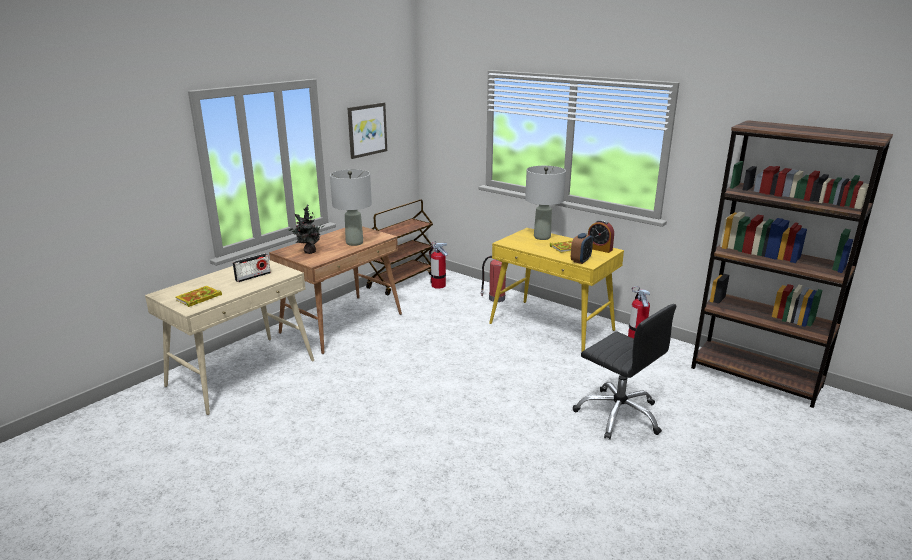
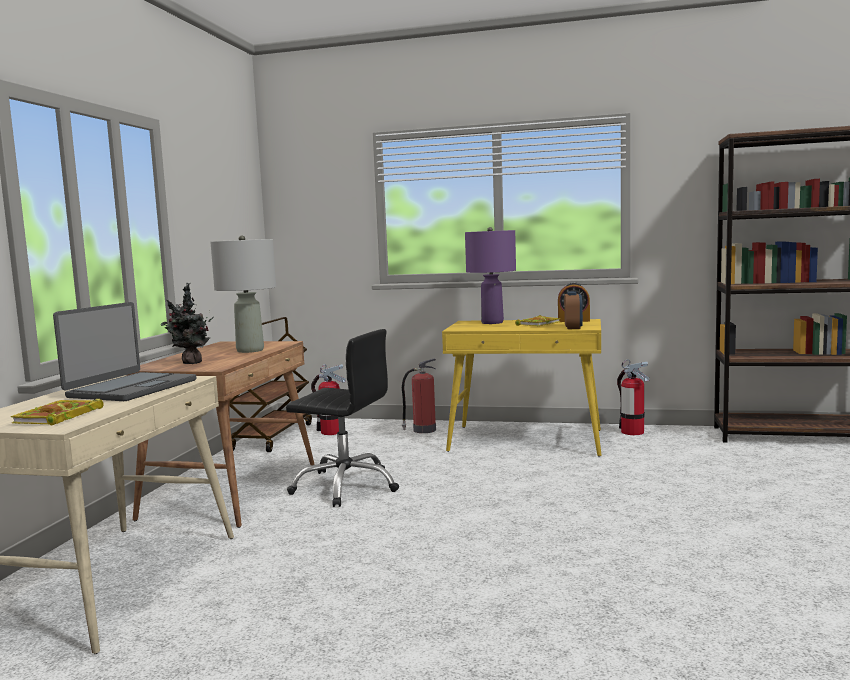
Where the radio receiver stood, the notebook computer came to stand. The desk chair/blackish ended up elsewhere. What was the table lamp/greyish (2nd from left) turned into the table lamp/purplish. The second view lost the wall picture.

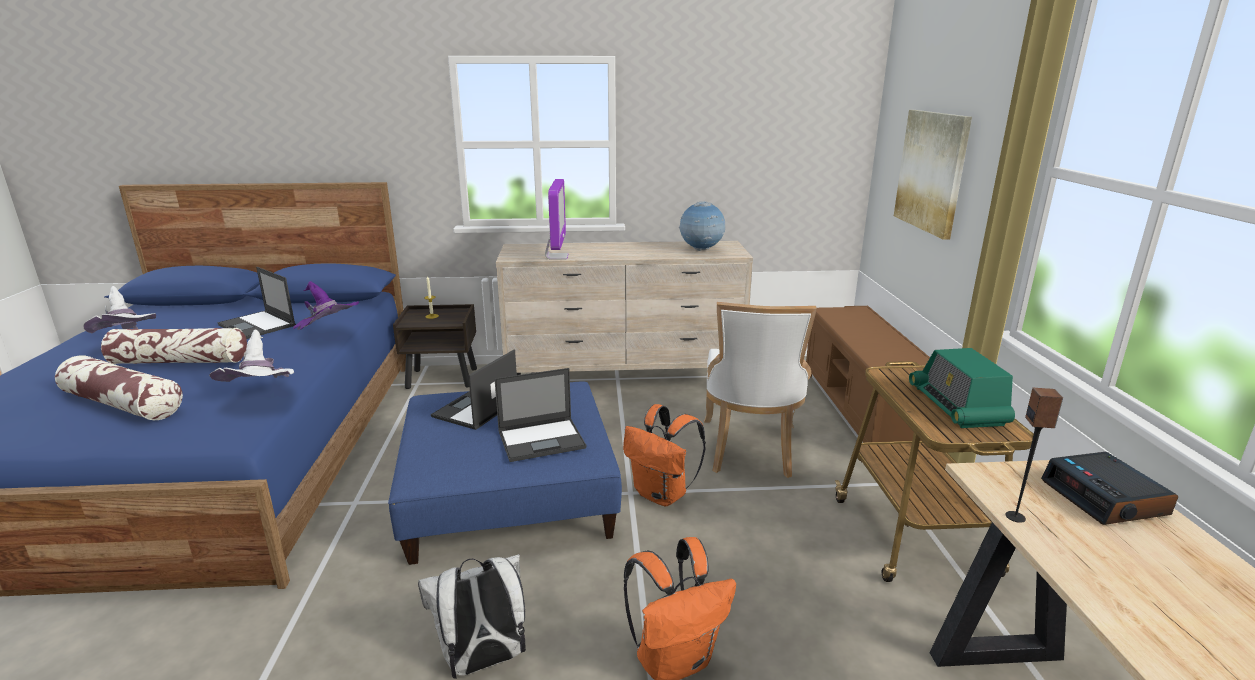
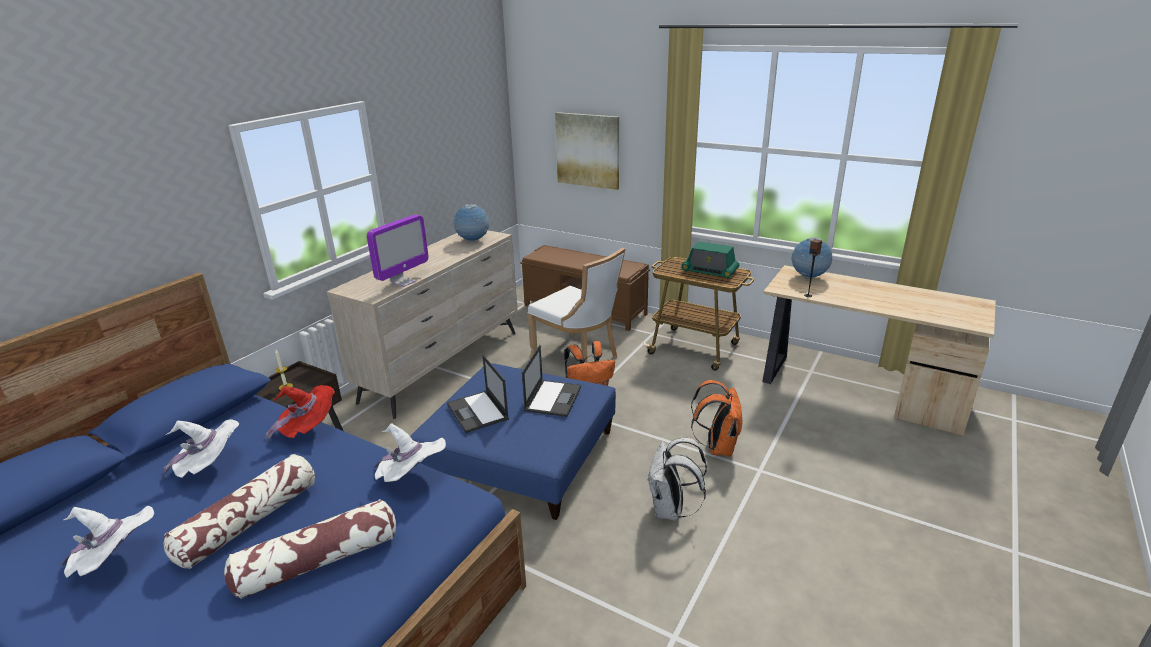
Where the notebook computer (1st from left) stood, the wearable hat/whitish (2nd from left) came to stand. What was the wearable hat/purplish turned into the wearable hat/red-coloured. The monitor ended up facing another way, 90 degrees clockwise from before. Where the table clock stood, the desk globe (2nd from left) came to stand.

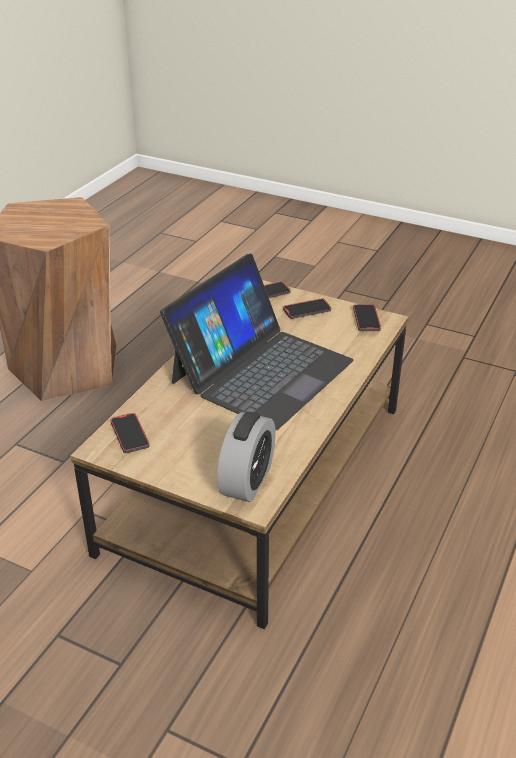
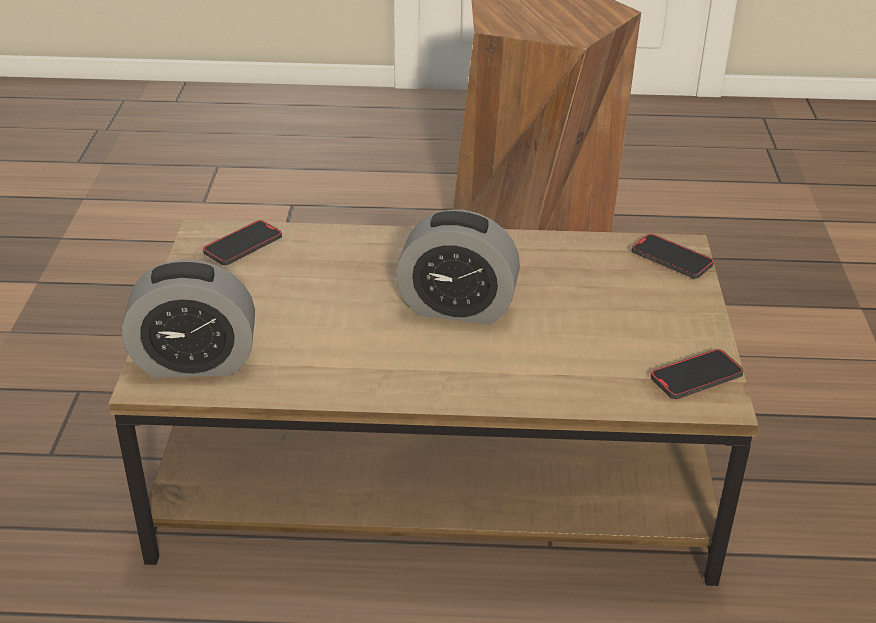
Where the notebook computer stood, the table clock (2nd from left) came to stand. The second view lost the handset (3rd from left).

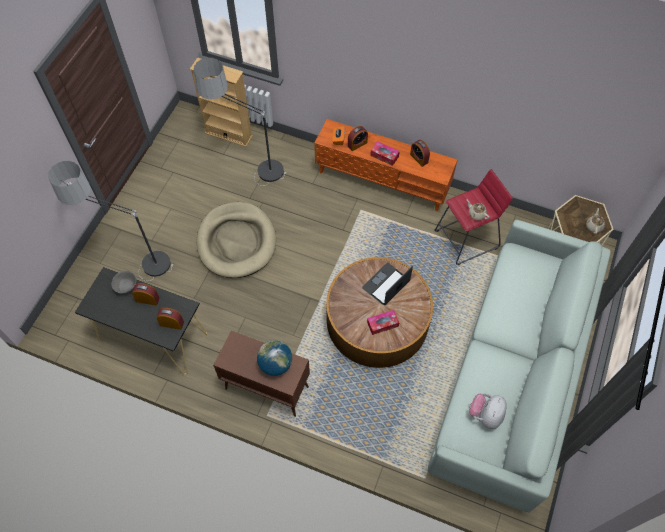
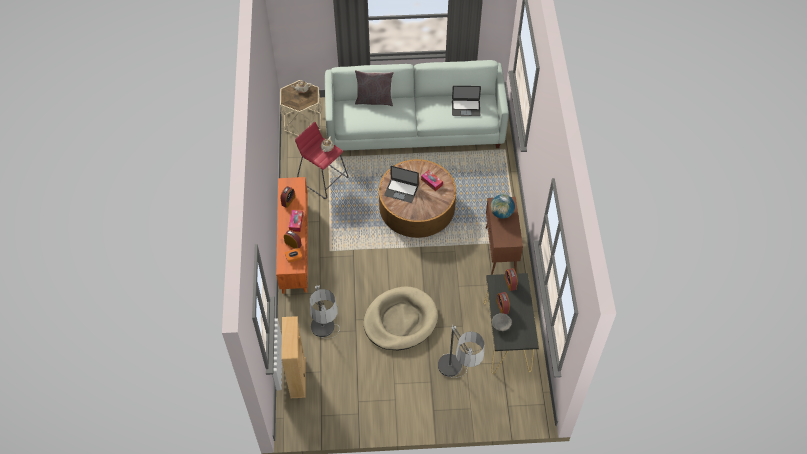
The second view gained the pillow/greyish. Where the cuddly toy stood, the notebook computer (2nd from left) came to stand.

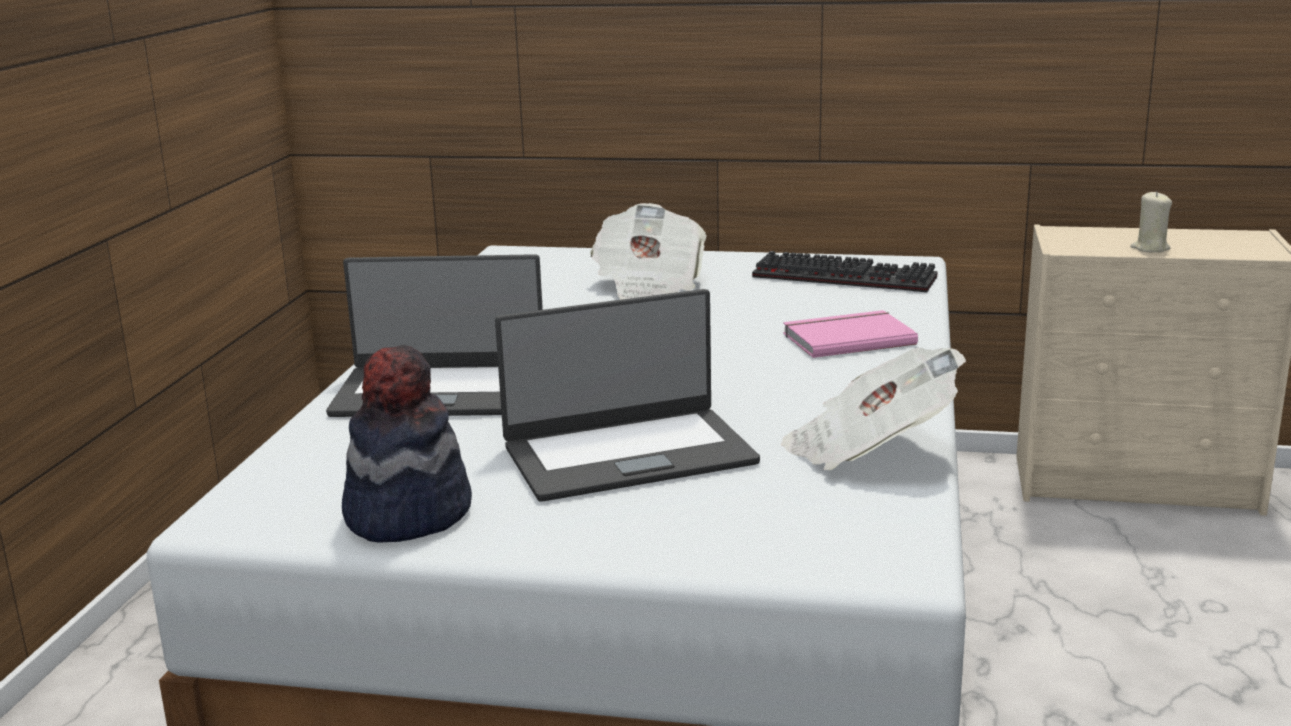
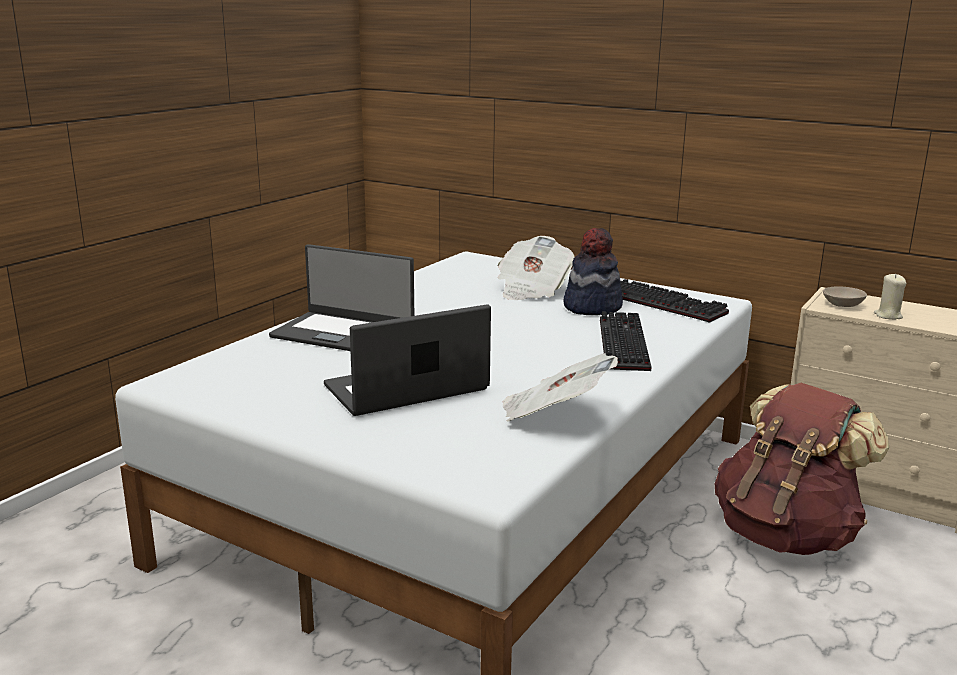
The notebook computer (2nd from left) ended up facing another way, 150 degrees clockwise from before. The wearable hat ended up elsewhere. Where the volume/pinkish stood, the keyboard (1st from left) came to stand. The second view gained the rucksack/brown-coloured. The second view gained the serving bowl/sand-coloured.

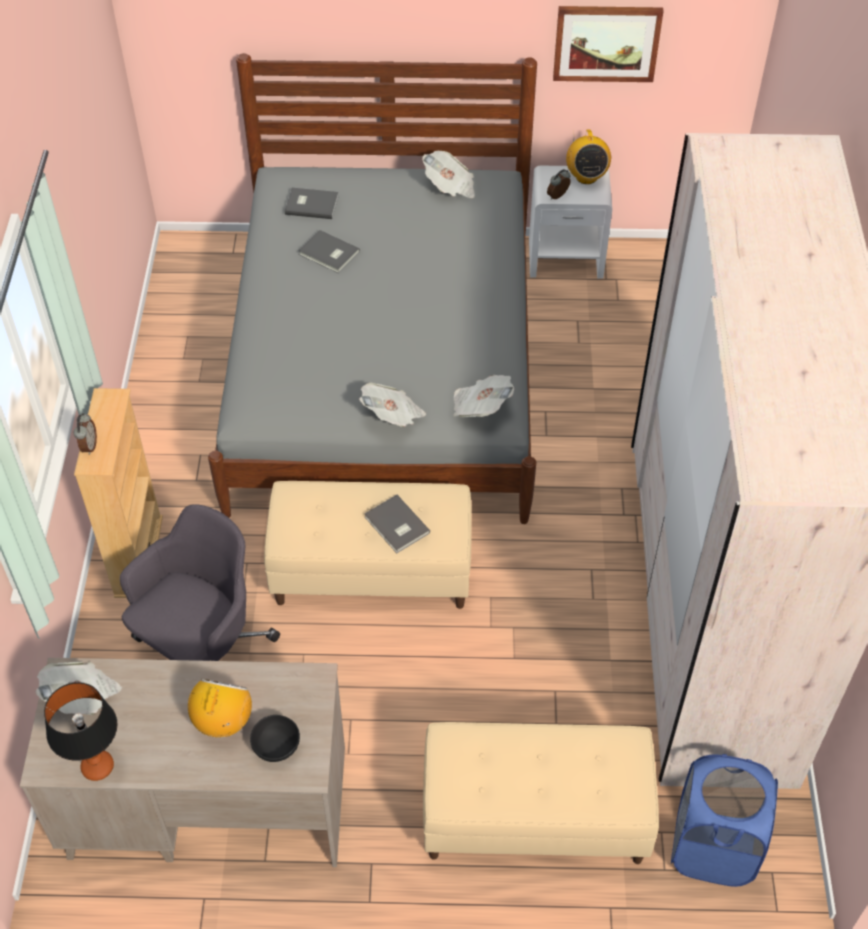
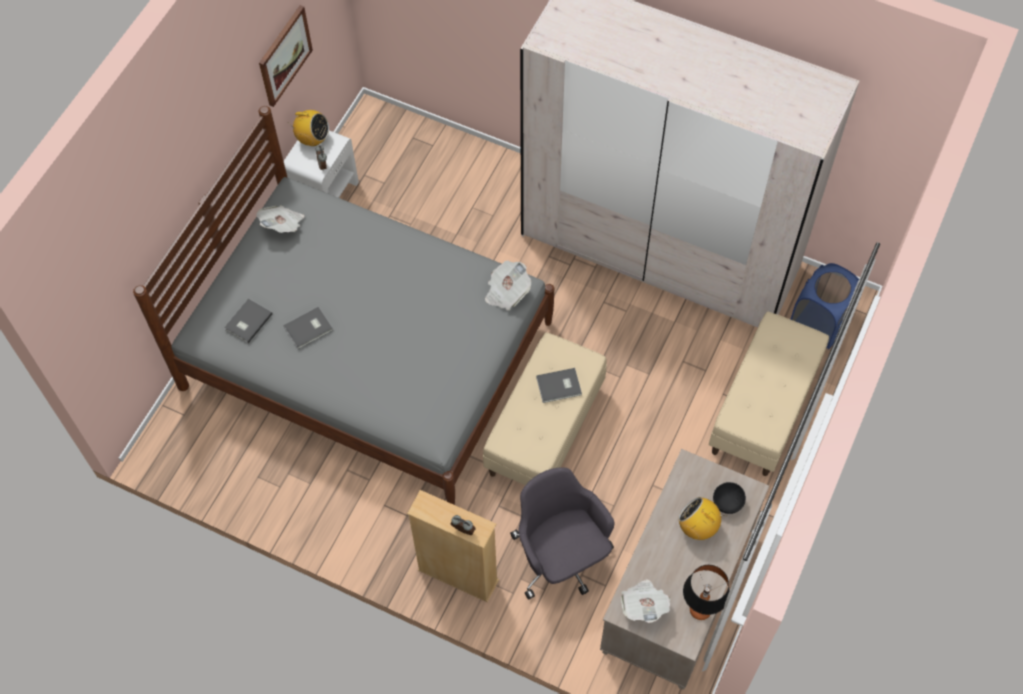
The second view lost the printed paper (2nd from left).

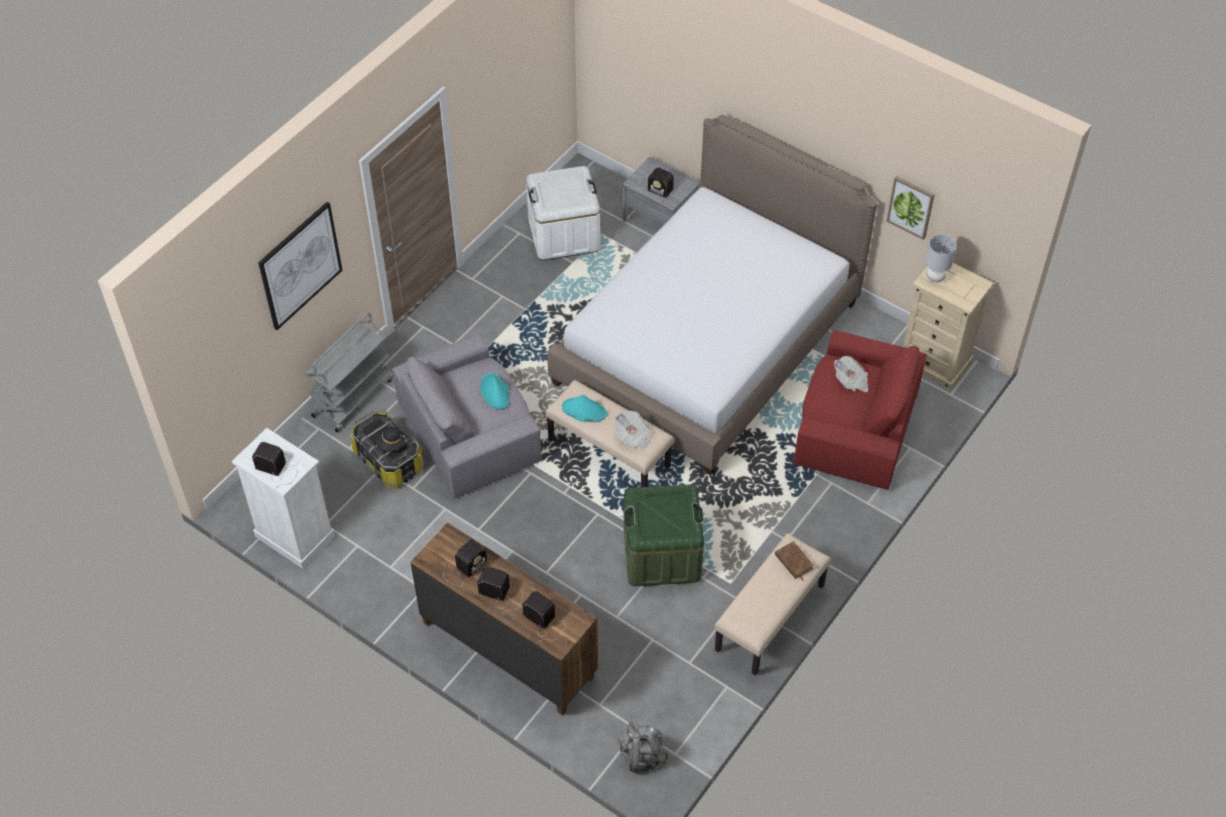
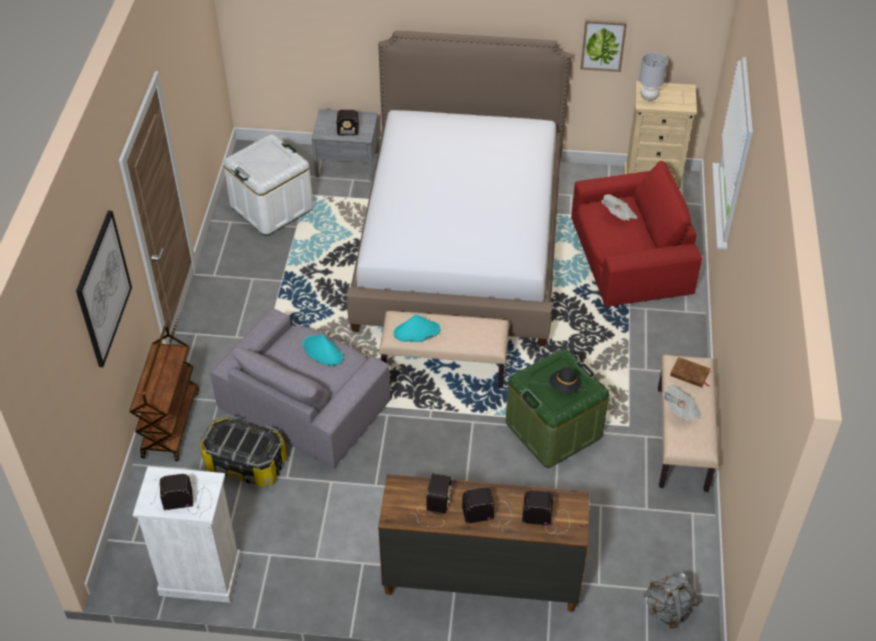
What was the cart/greyish turned into the cart/brown-coloured. The wearable hat/blackish ended up elsewhere. The printed paper (1st from left in the first image) ended up elsewhere.

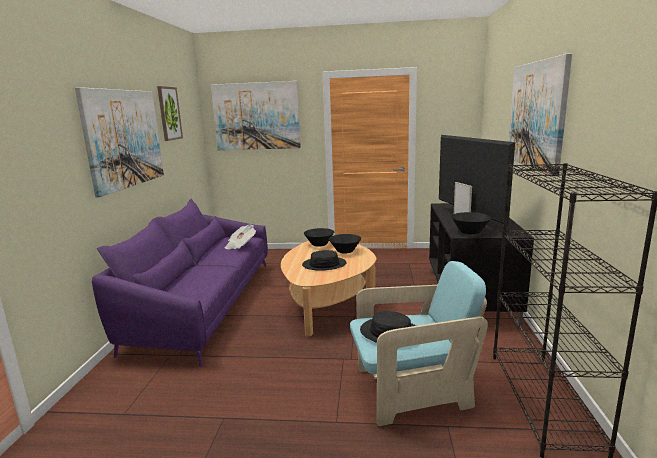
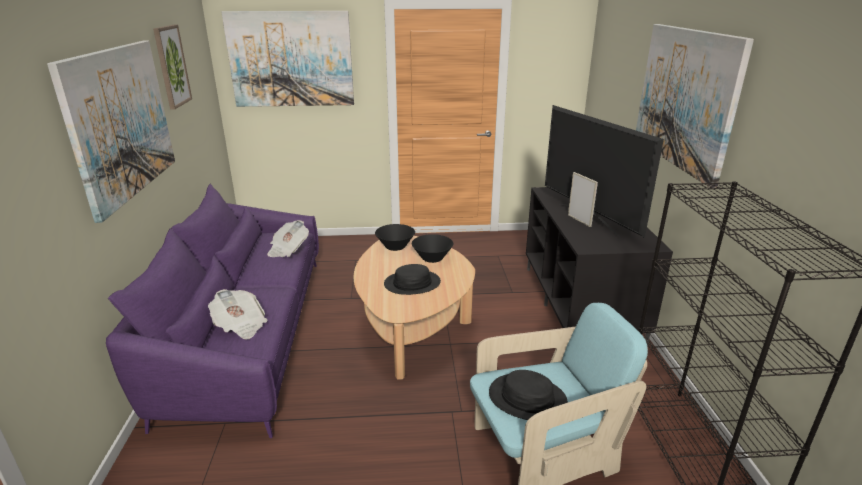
The second view gained the printed paper (1st from left). The second view lost the serving bowl/blackish (3rd from left).

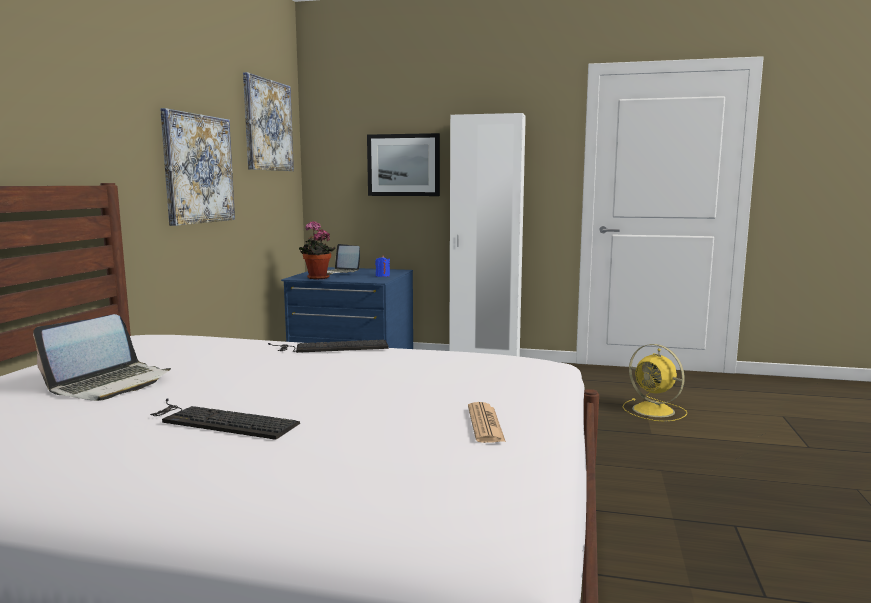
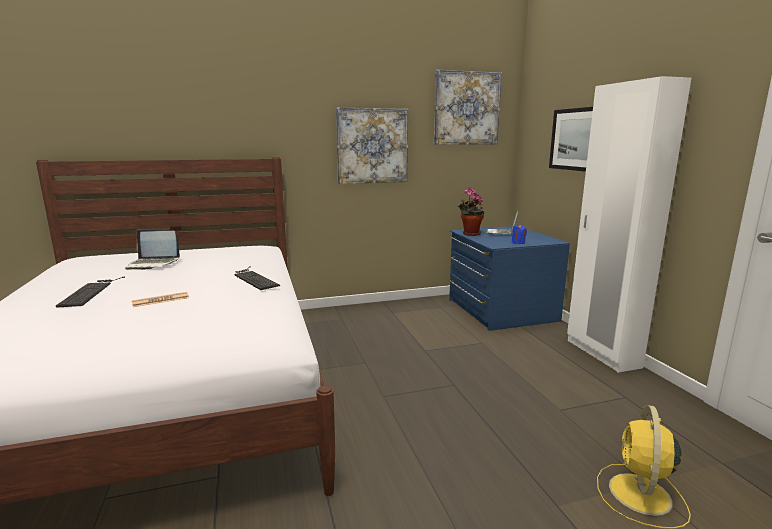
The printed paper ended up elsewhere.

